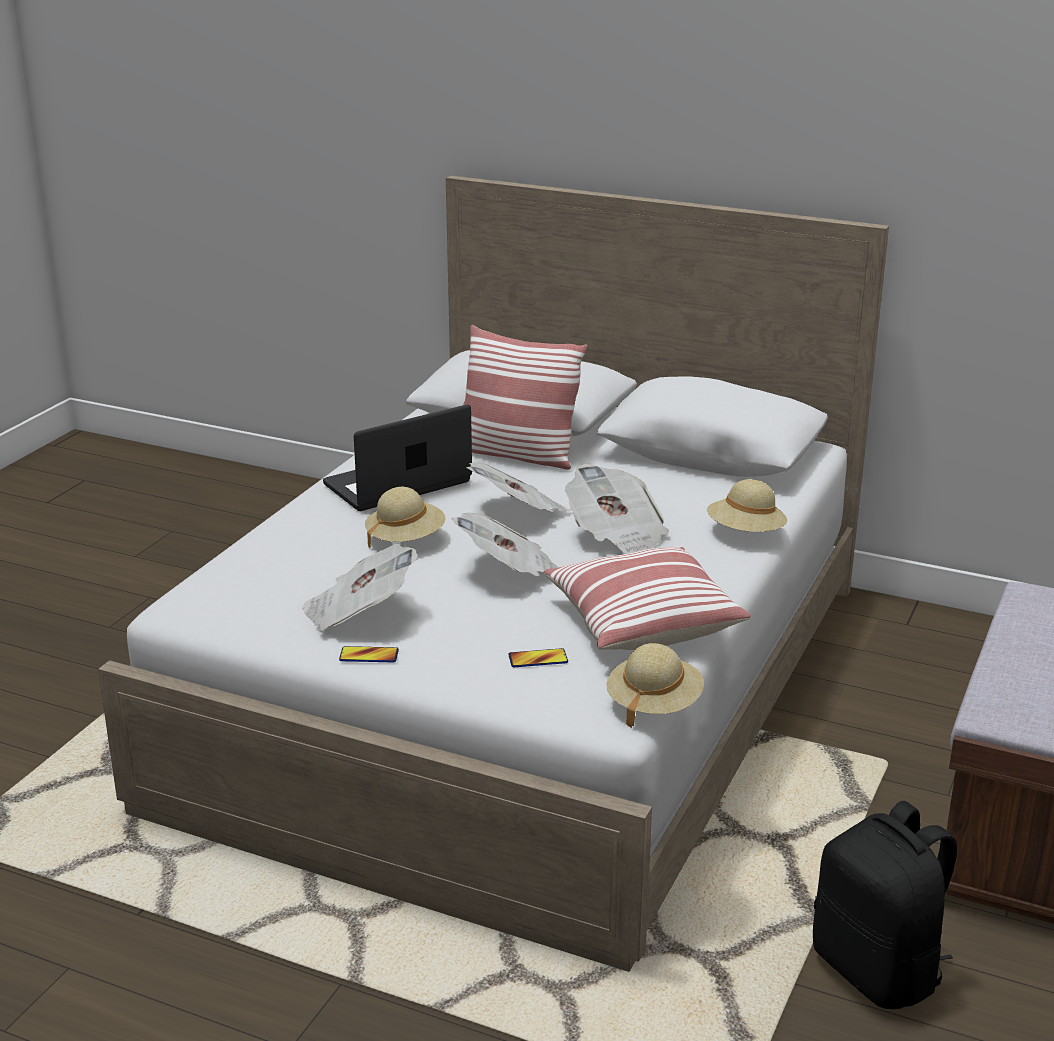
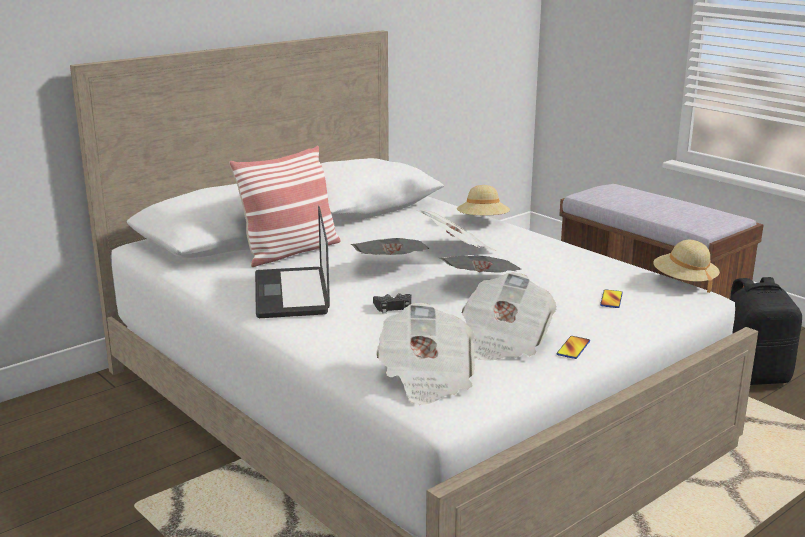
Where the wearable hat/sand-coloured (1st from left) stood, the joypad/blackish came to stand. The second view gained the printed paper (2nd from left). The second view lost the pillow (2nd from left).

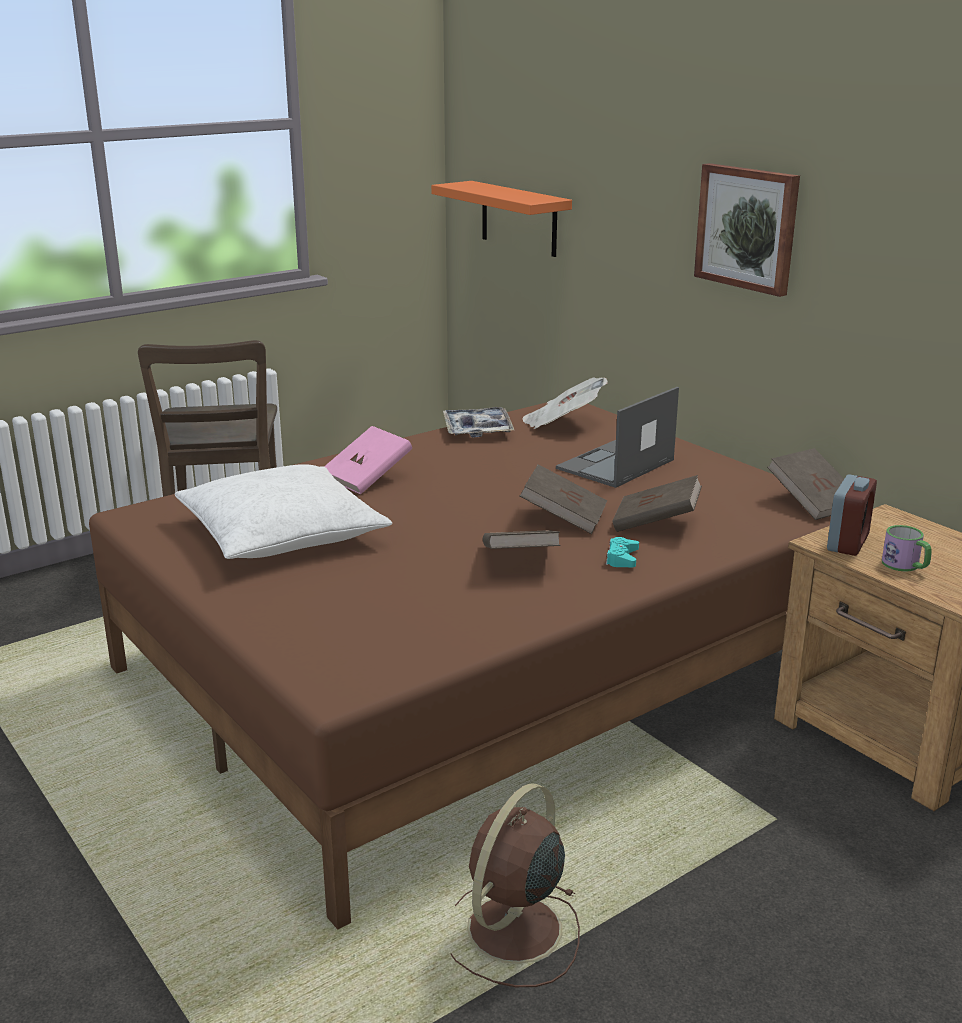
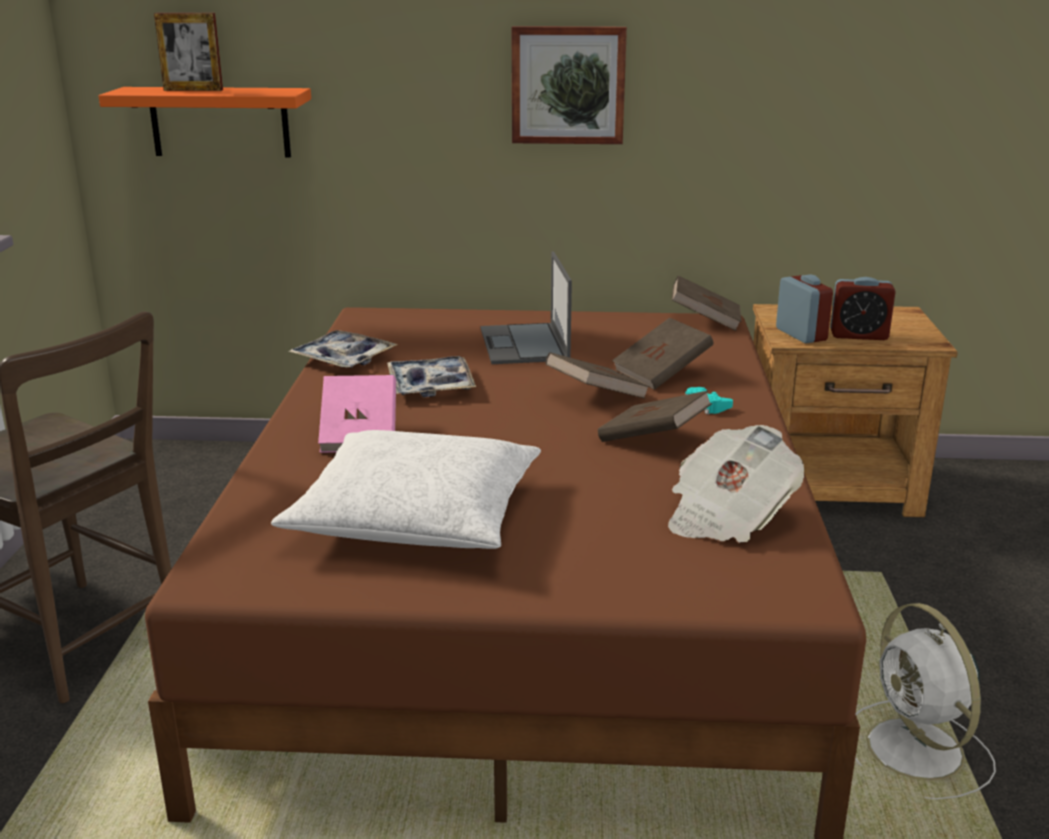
The second view gained the picture frame. The second view gained the tray (2nd from left). The printed paper ended up elsewhere. Where the coffee mug stood, the table clock (2nd from left) came to stand. What was the cooling fan/brown-coloured turned into the cooling fan/whitish.

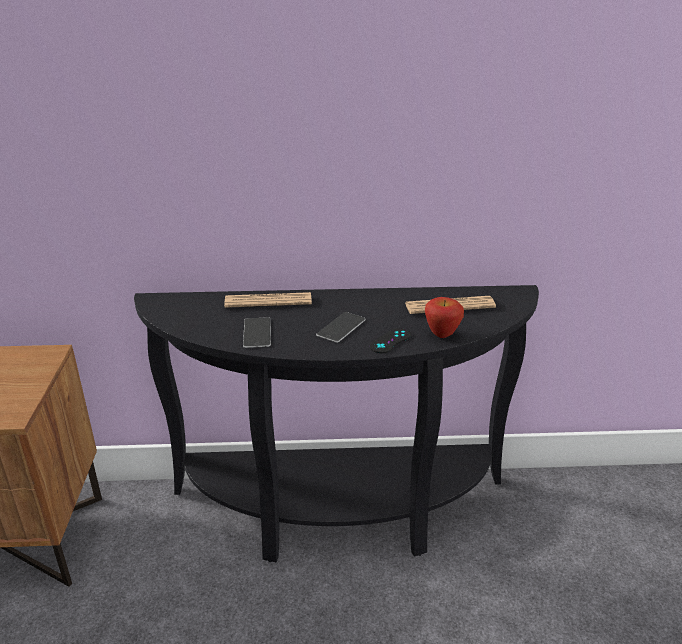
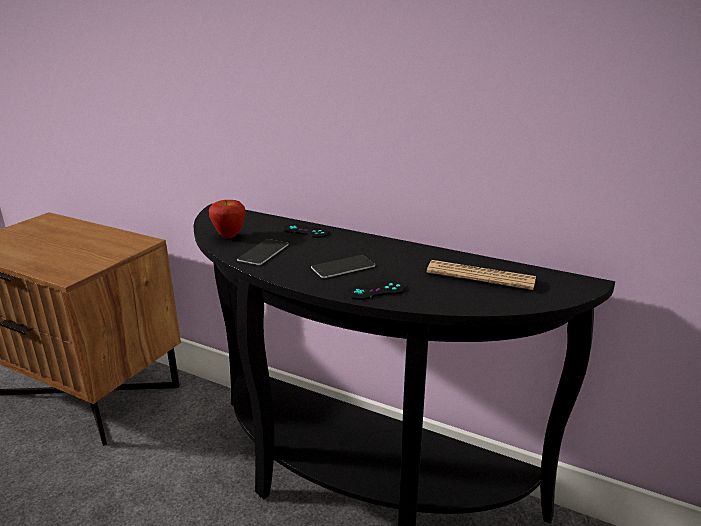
The apple ended up elsewhere. Where the printed paper (1st from left) stood, the joypad/blackish (1st from left) came to stand.

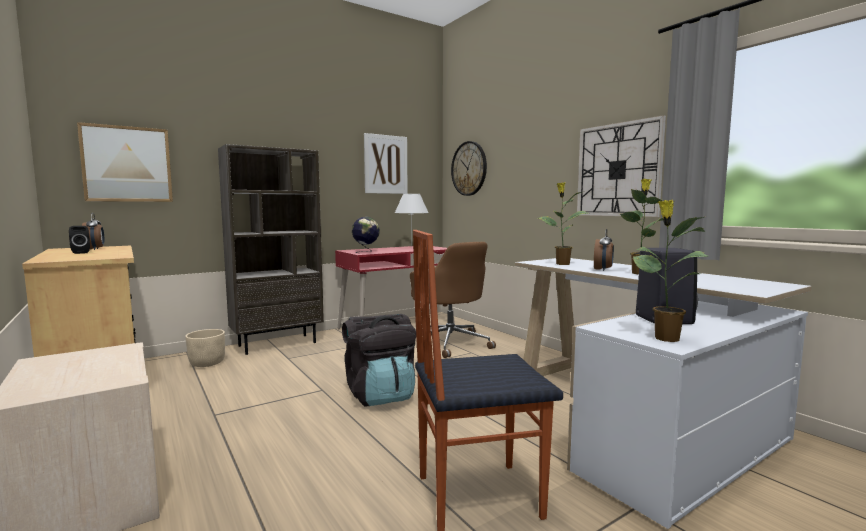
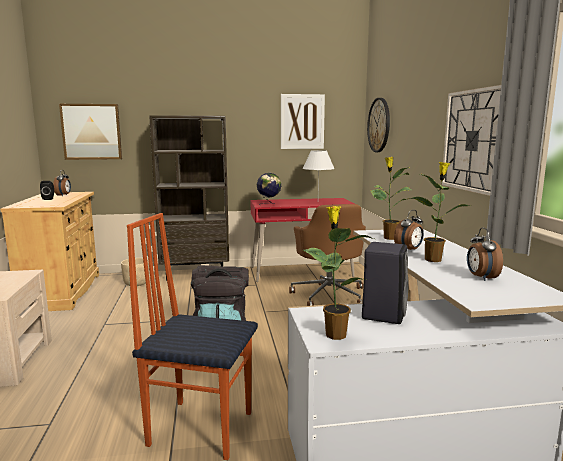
The second view gained the table clock (3rd from left).

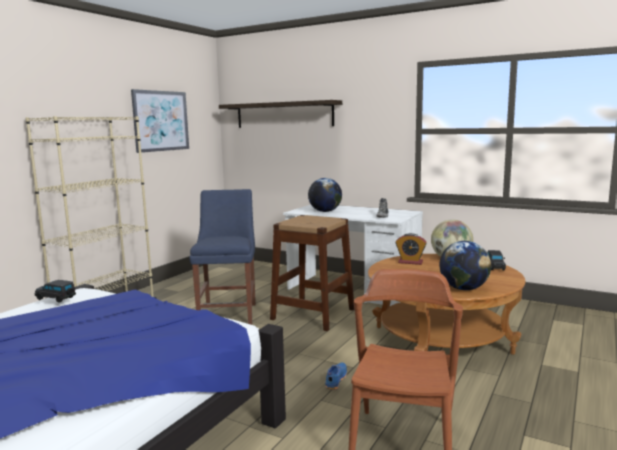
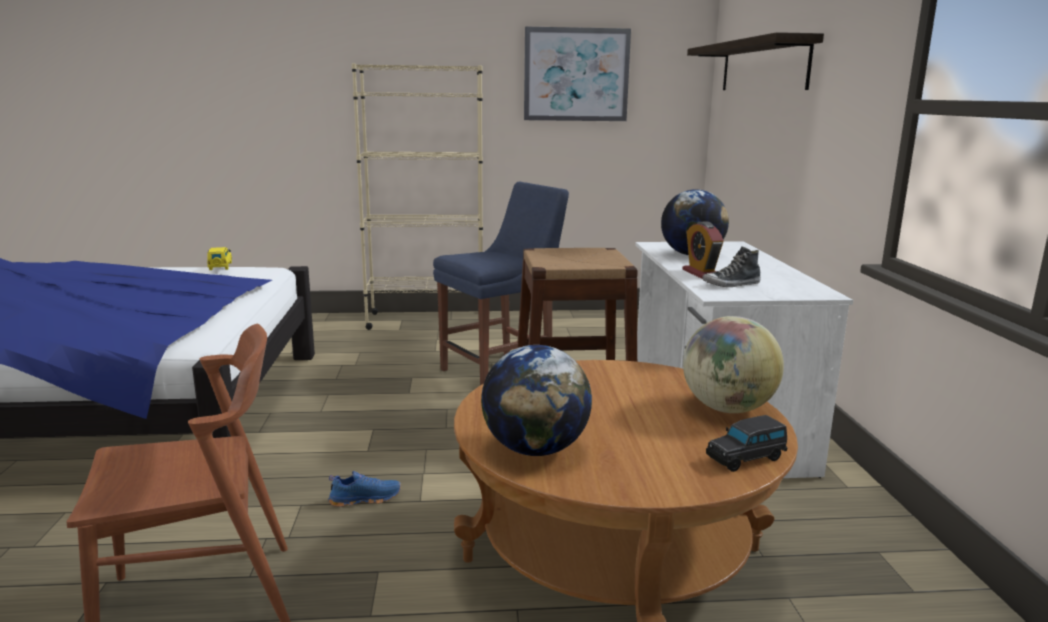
What was the model car/blackish (1st from left) turned into the model car/yellow-coloured. The table clock ended up elsewhere.

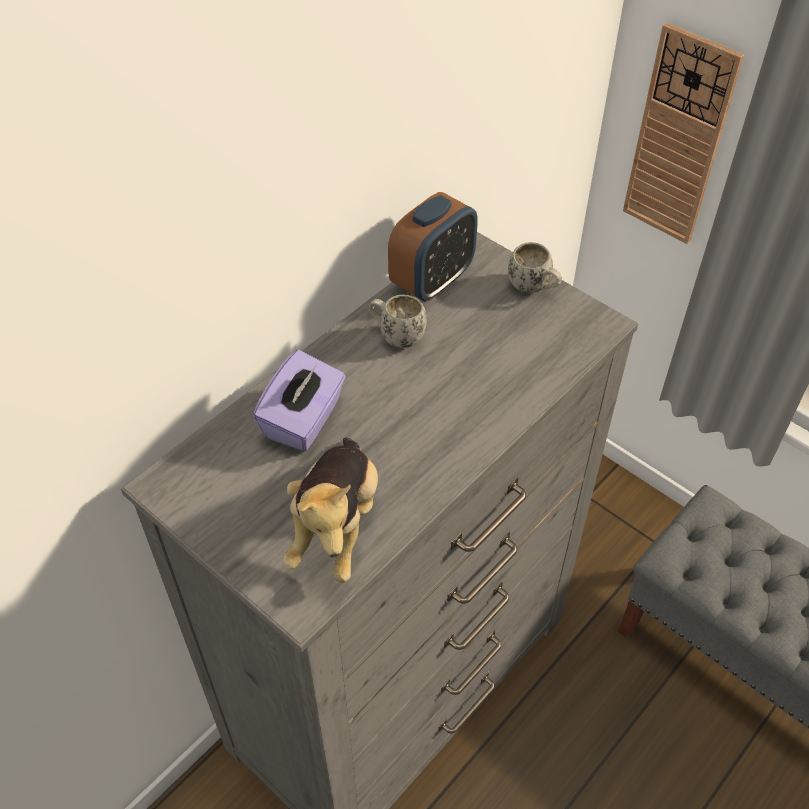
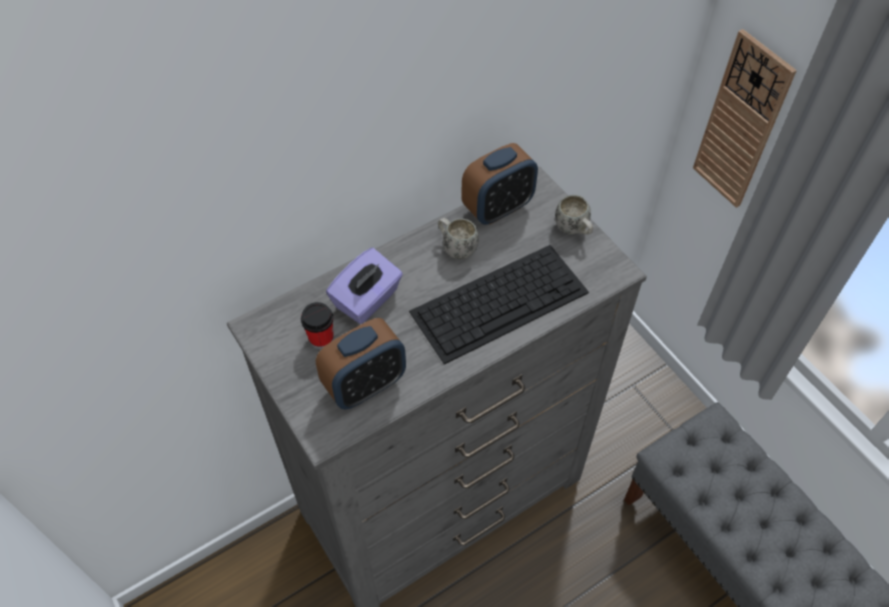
The second view gained the drinking cup. Where the cuddly toy stood, the table clock (1st from left) came to stand. The second view gained the keyboard.

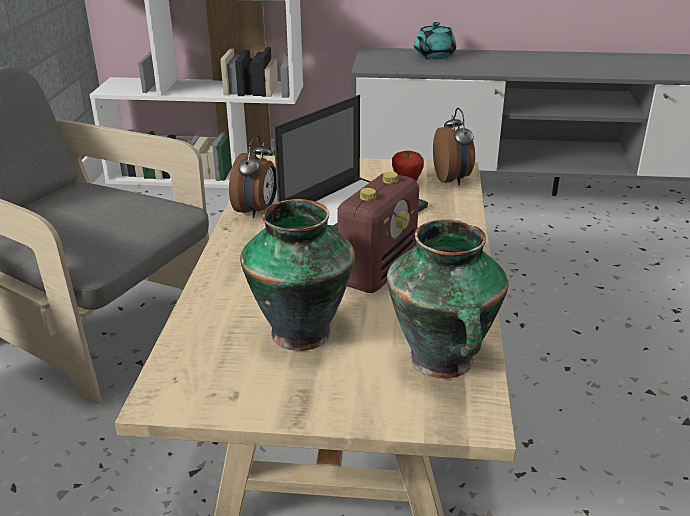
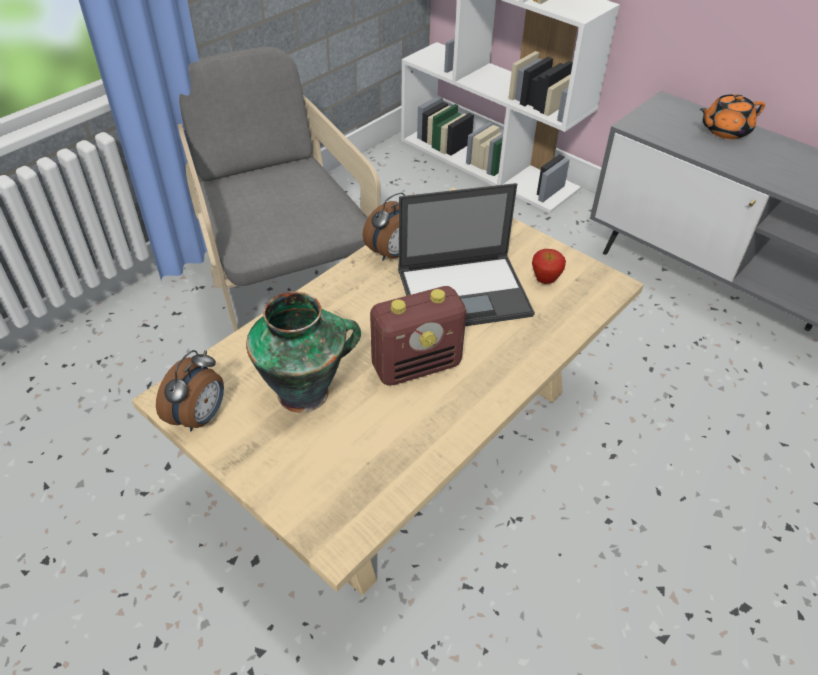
The table clock (2nd from left in the first image) ended up elsewhere. What was the tea pot/blue-green turned into the tea pot/orange. The second view lost the vase (2nd from left).

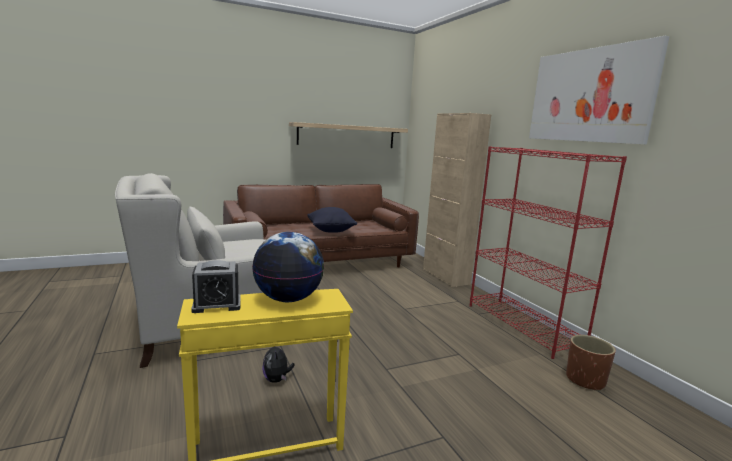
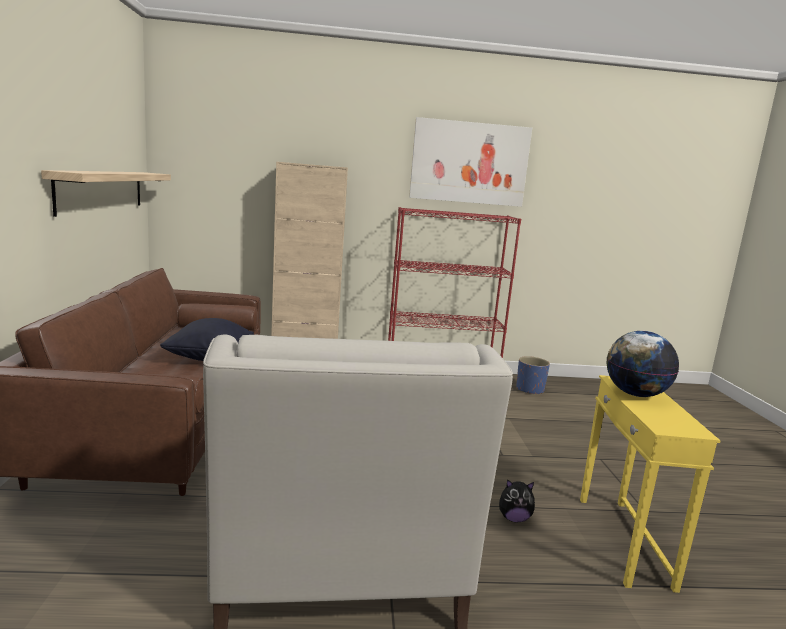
What was the plant pot/brown-coloured turned into the plant pot/blue-coloured. The second view lost the table clock.

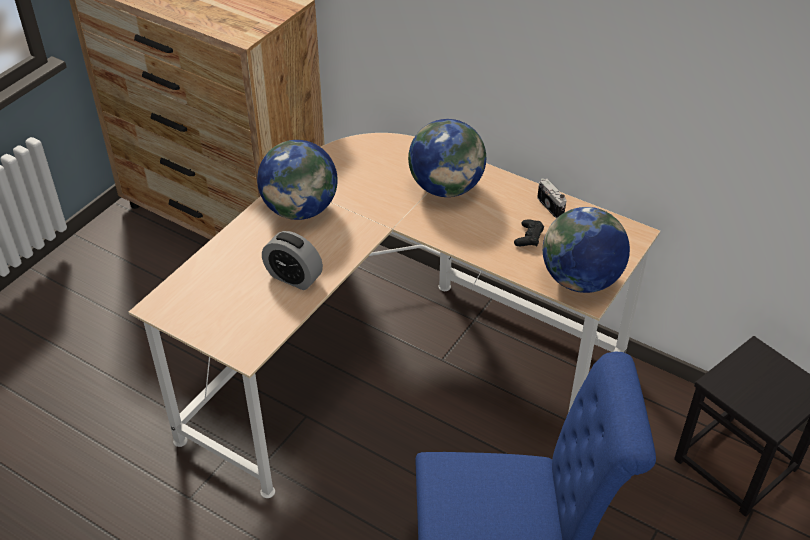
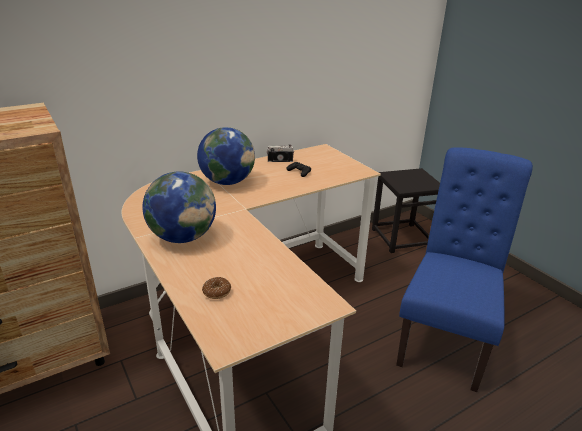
The second view gained the donut. The second view lost the table clock. The second view lost the desk globe (3rd from left).

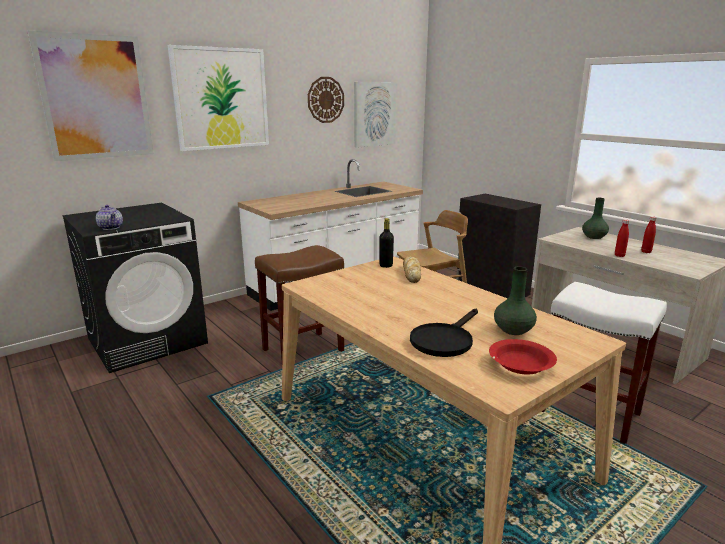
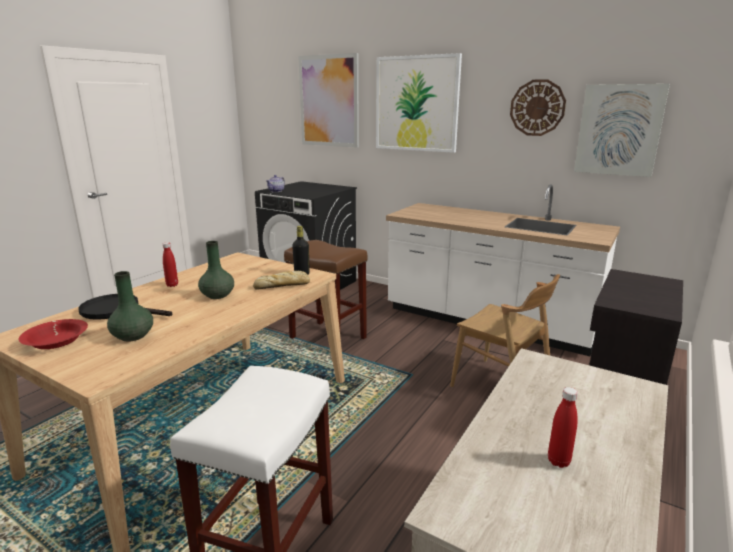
The beverage bottle/red-coloured (1st from left) ended up elsewhere. The vase/green (2nd from left) ended up elsewhere.

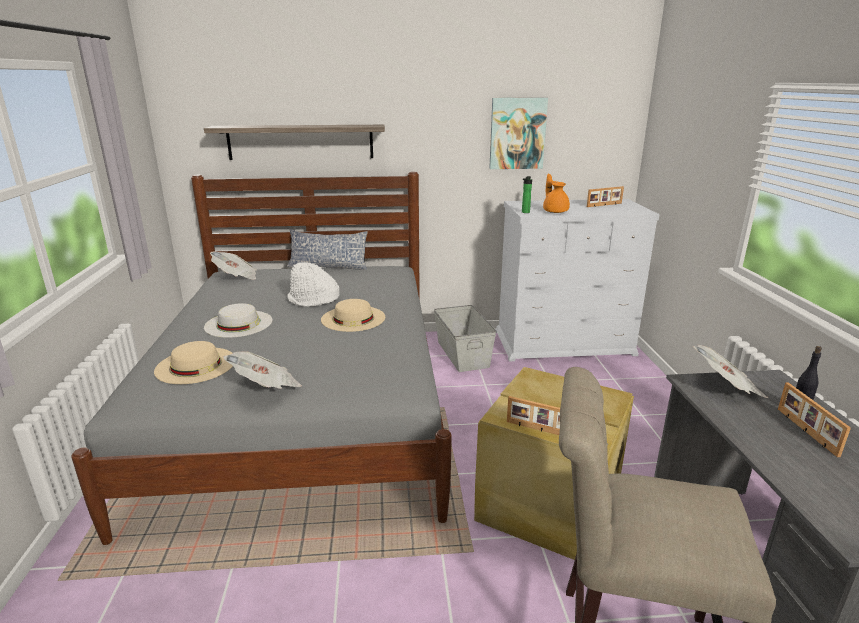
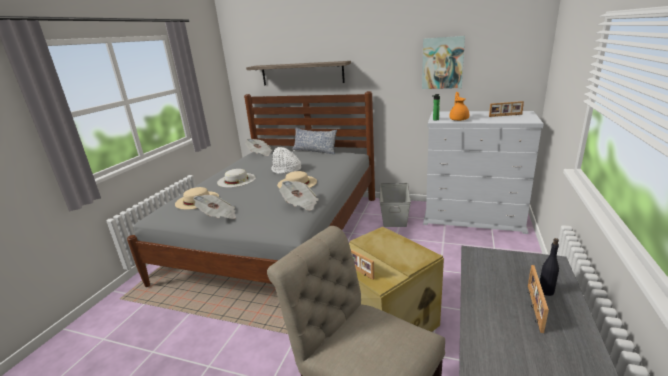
The printed paper (3rd from left) ended up elsewhere.

